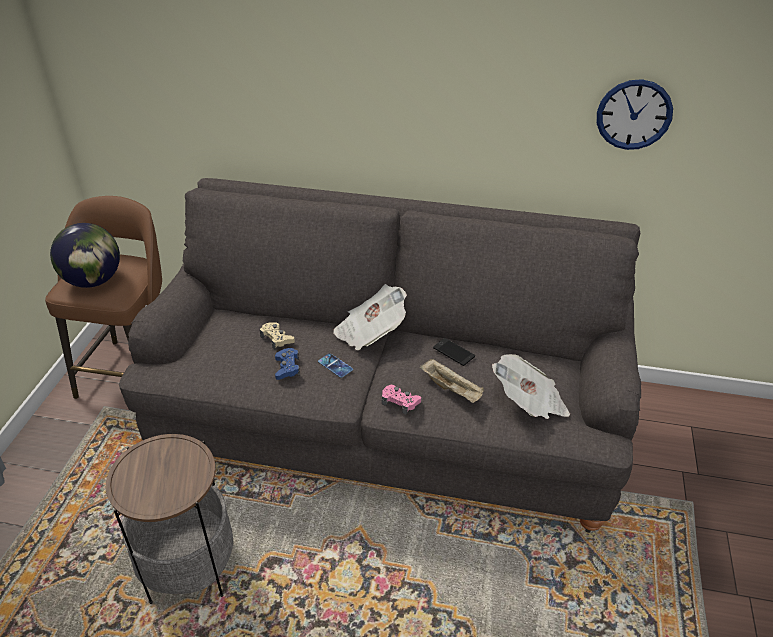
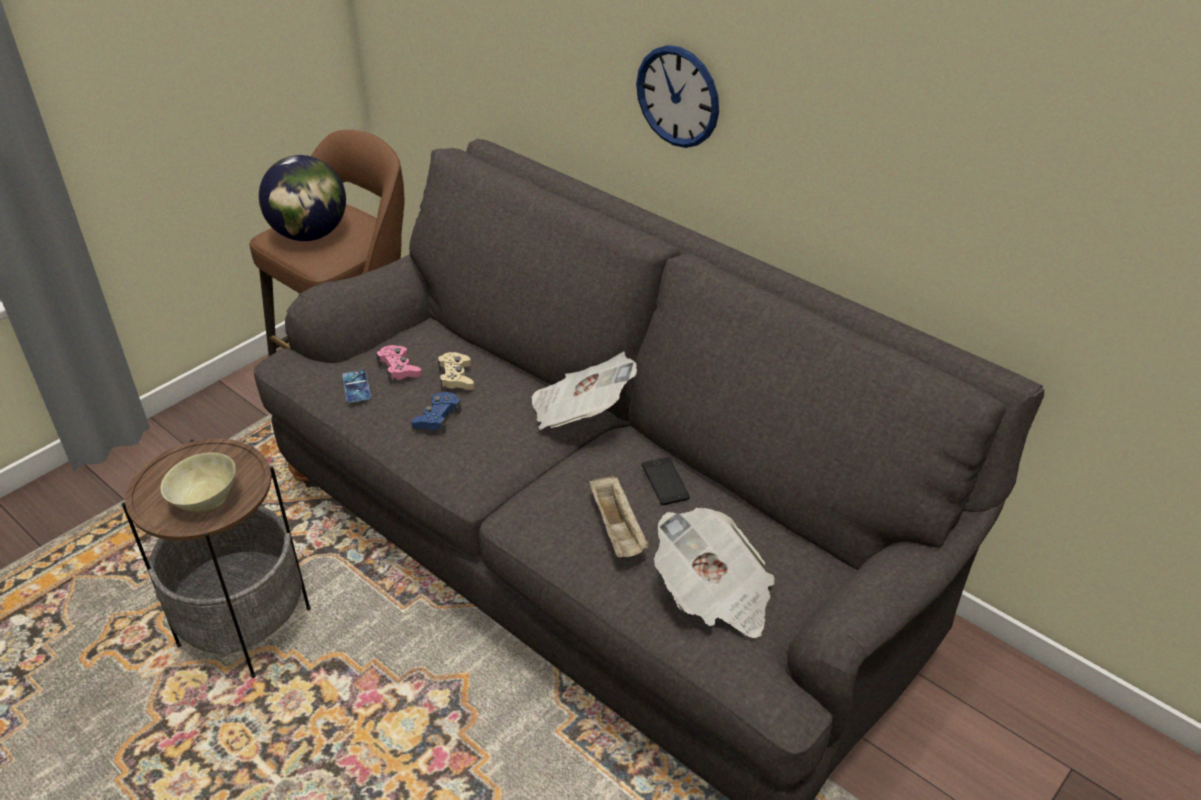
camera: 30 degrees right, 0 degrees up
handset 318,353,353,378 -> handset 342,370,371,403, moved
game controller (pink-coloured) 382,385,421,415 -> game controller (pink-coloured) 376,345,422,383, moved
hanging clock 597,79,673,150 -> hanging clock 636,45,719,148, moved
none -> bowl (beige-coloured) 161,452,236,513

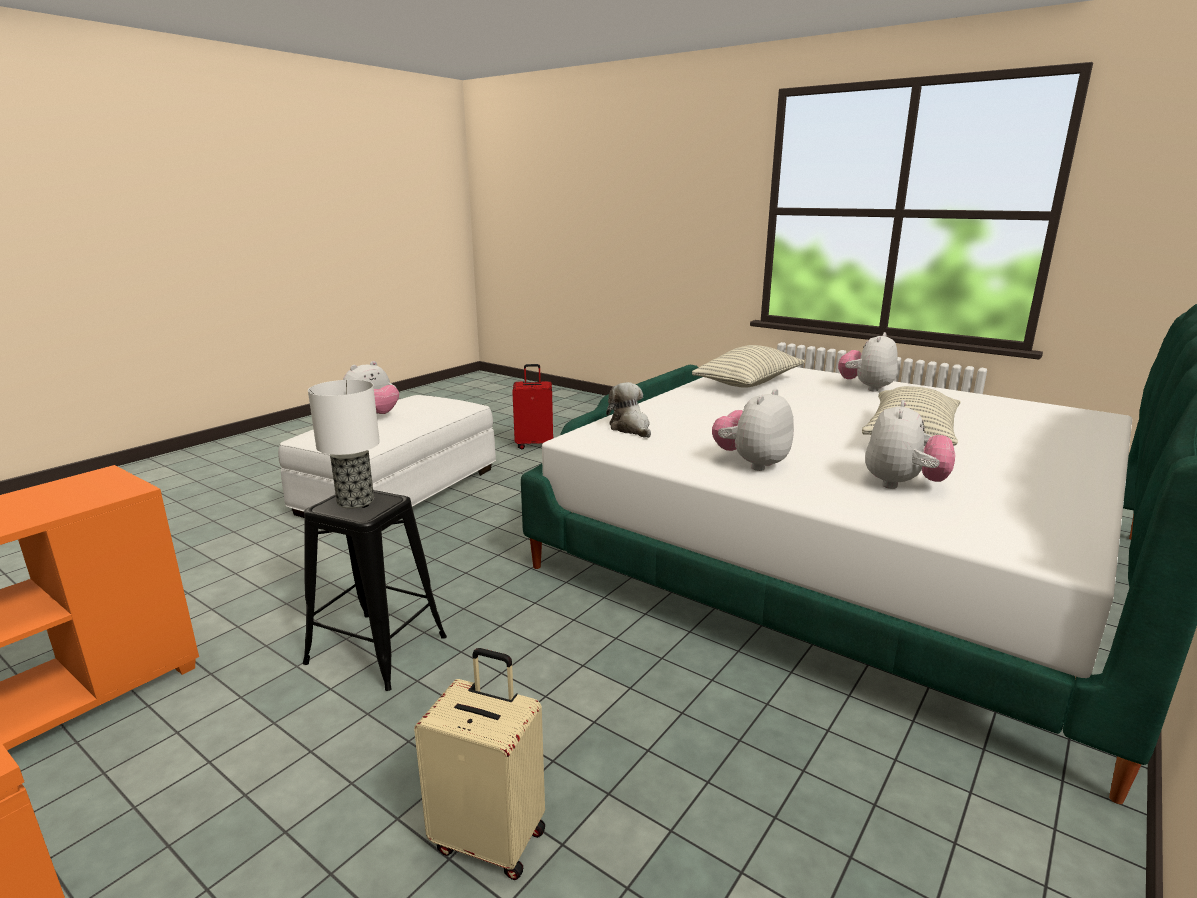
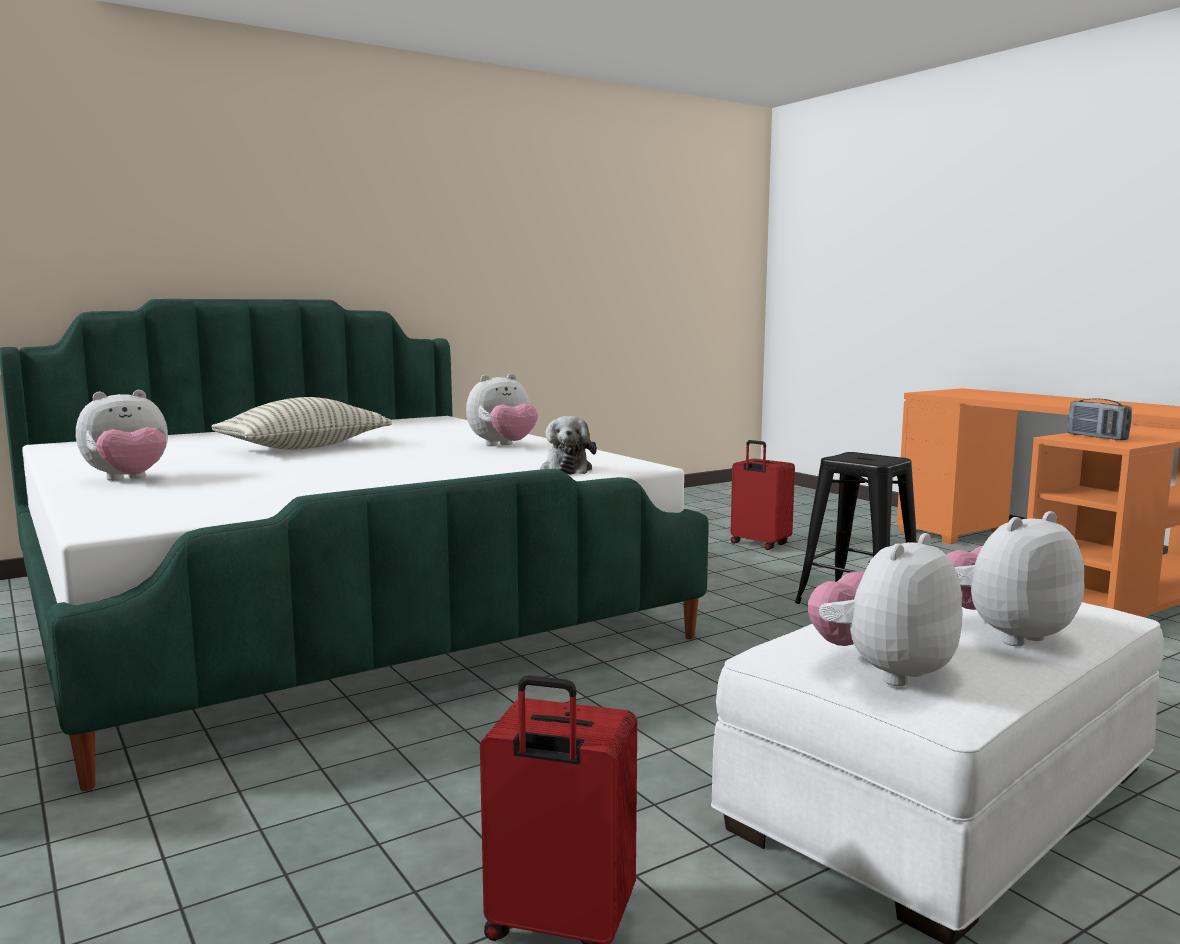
camera: 160 degrees left, 10 degrees down
tabletop lamp 308,380,380,509 -> none
travel case (beige-coloured) 414,648,545,880 -> travel case (red-coloured) 731,440,795,550
cushion 692,345,805,388 -> none
soft toy 865,400,955,489 -> soft toy 808,533,962,686, moved
none -> radio 1068,398,1132,440

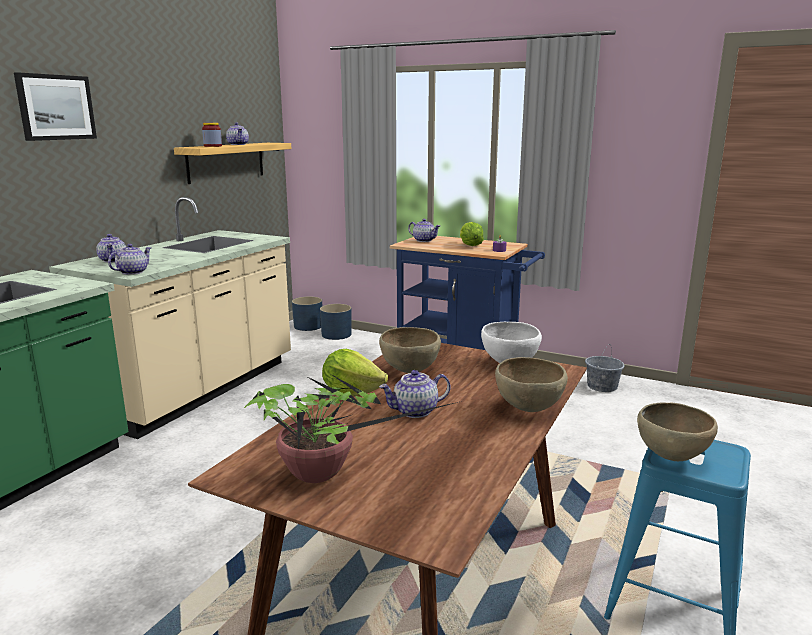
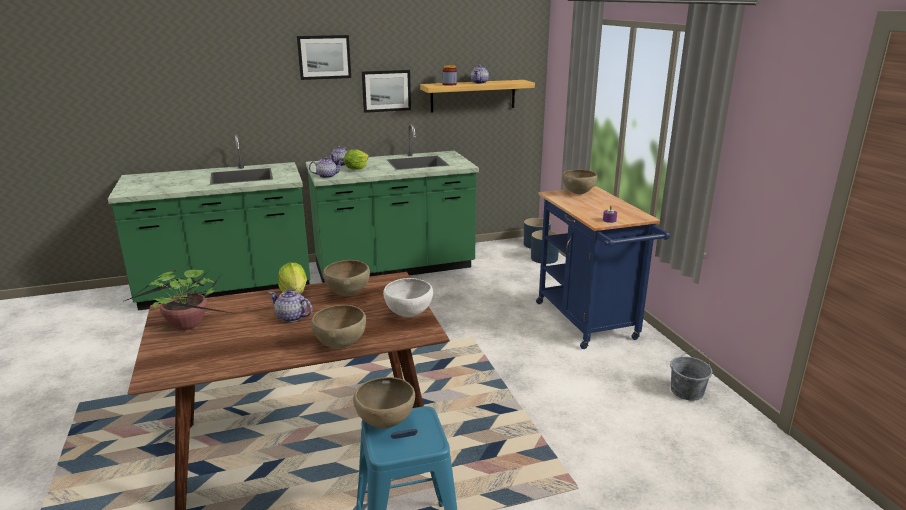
camera: 45 degrees right, 5 degrees up
kitchen counter (beige-coloured) 49,197,291,439 -> kitchen counter (green) 306,124,479,283
teapot 408,219,440,242 -> bowl (brownish) 562,170,597,194
lettuce 460,222,484,246 -> lettuce 344,150,369,170, moved
none -> picture 362,70,411,113

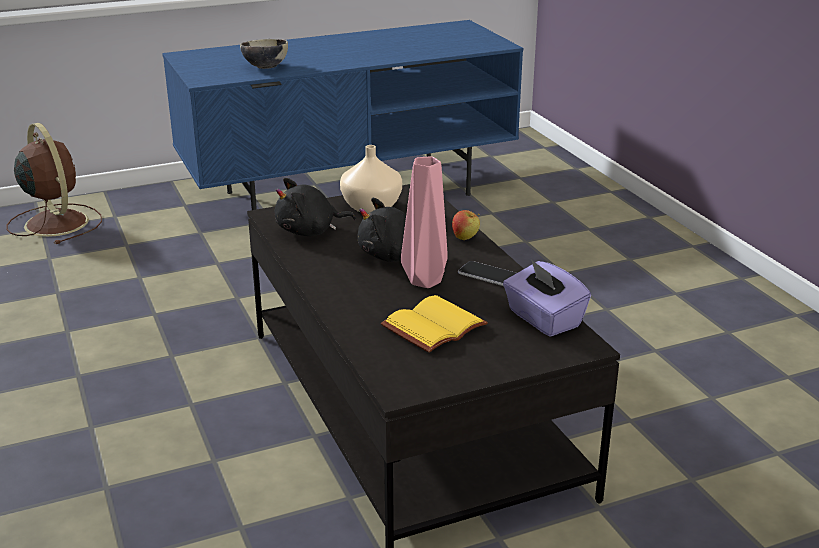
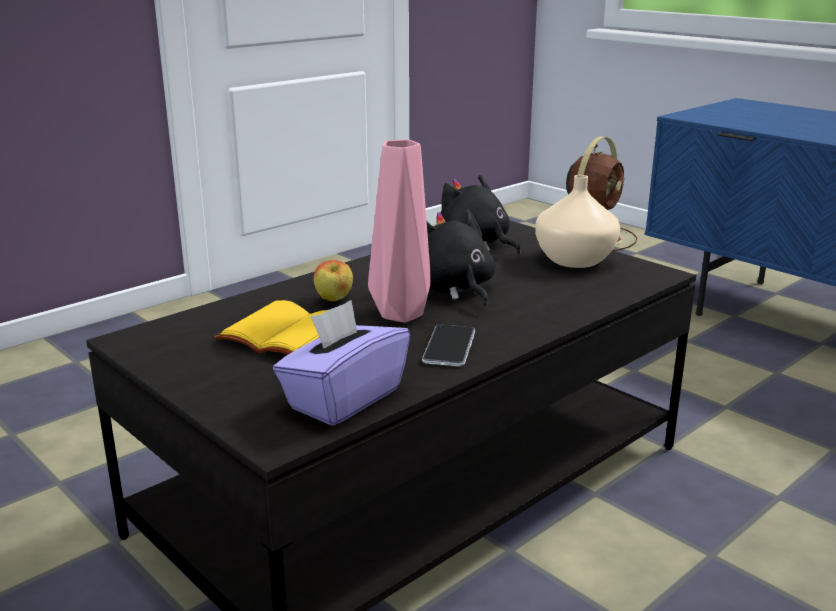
camera: 70 degrees right, 5 degrees down
bowl 240,39,288,69 -> none
whole apple 452,210,480,240 -> whole apple 313,260,353,301, moved

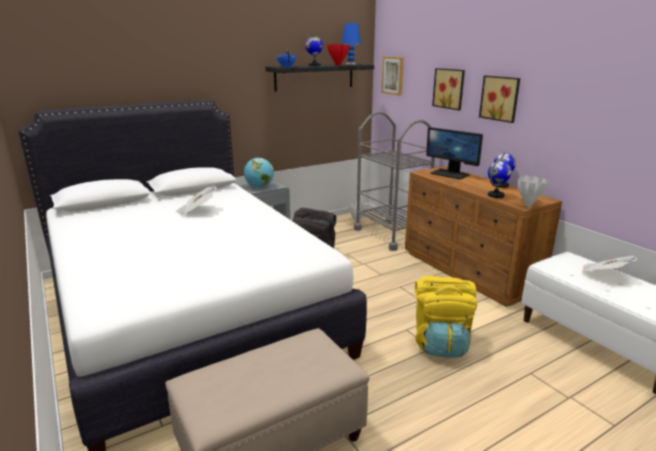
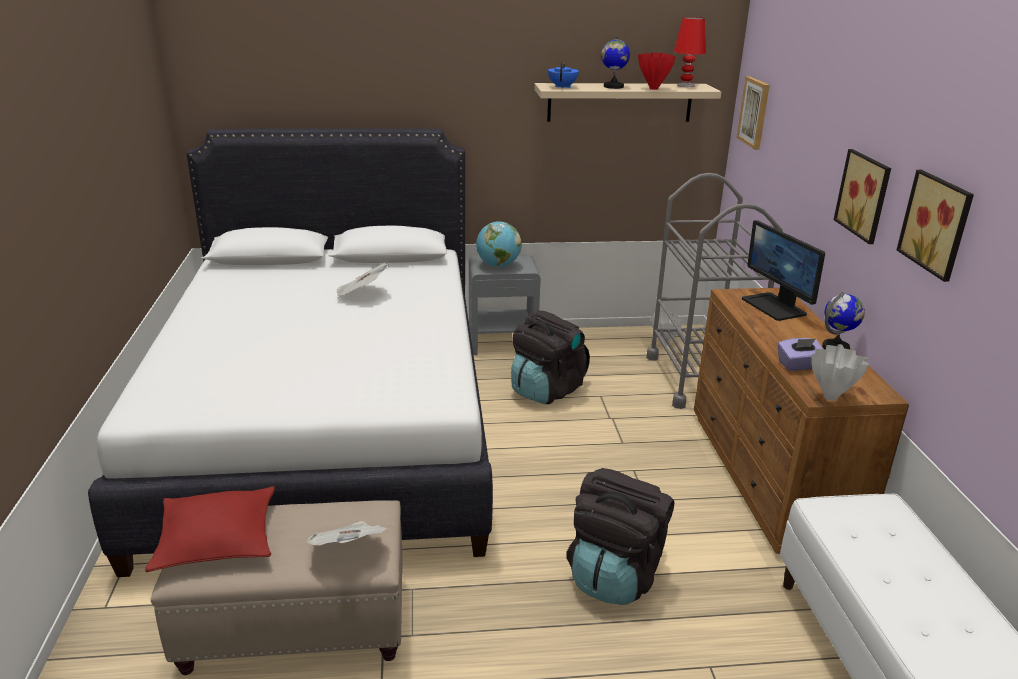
camera: 25 degrees right, 5 degrees up
shelf (black-coloured) 266,64,374,92 -> shelf (beige-coloured) 534,83,721,122
tabletop lamp (blue-coloured) 342,23,361,65 -> tabletop lamp (red-coloured) 674,17,706,87
backpack (yellow) 415,276,477,358 -> backpack (black-coloured) 566,468,674,605
picture 432,68,465,110 -> picture 897,170,974,282, moved
desk globe 488,160,512,198 -> tissue holder (purple-coloured) 778,338,823,371
printed paper 582,256,637,272 -> printed paper 306,521,388,545, moved
none -> cushion (red-coloured) 145,486,275,572

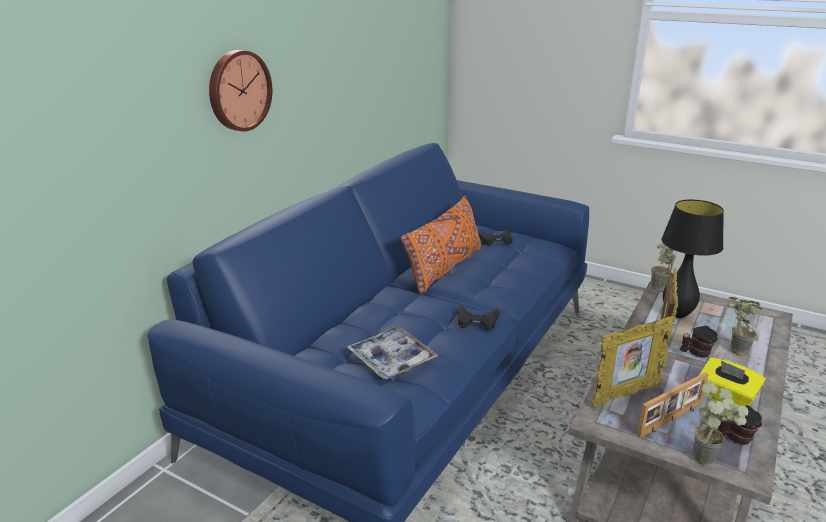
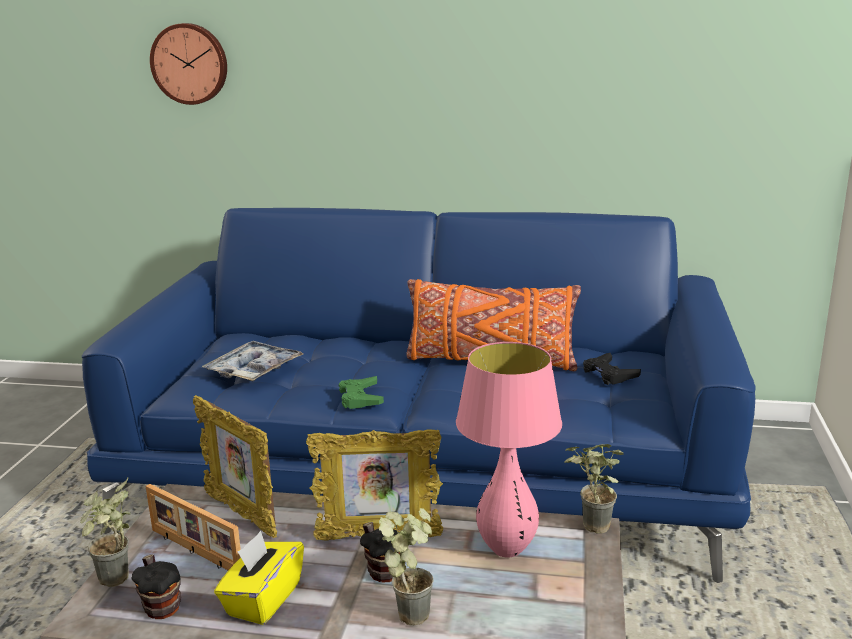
camera: 70 degrees right, 5 degrees down
hanging clock 209,50,272,131 -> hanging clock 150,23,227,105, moved
game controller (black-coloured) 457,306,500,331 -> game controller (green) 339,376,384,409
tabletop lamp (black-coloured) 661,199,724,318 -> tabletop lamp (pink-coloured) 456,342,562,557

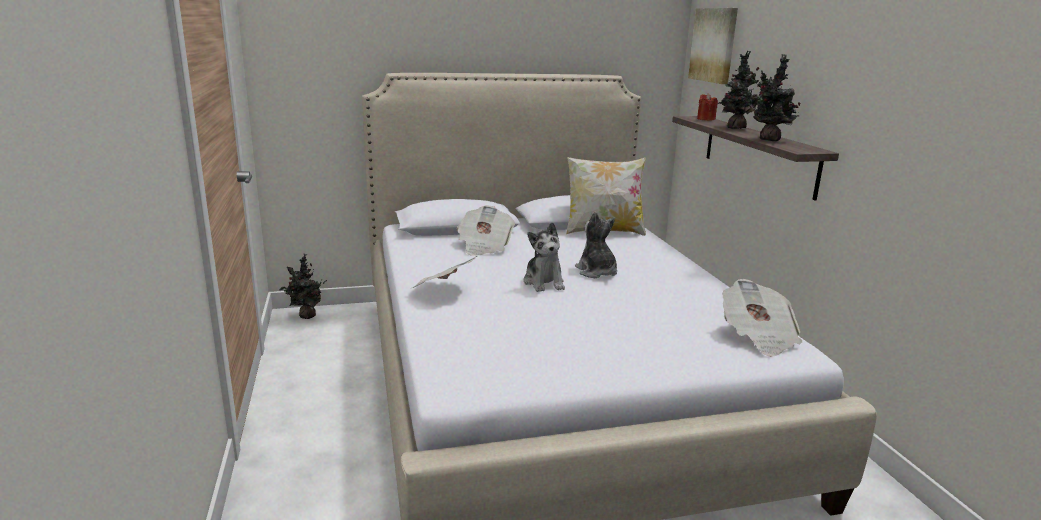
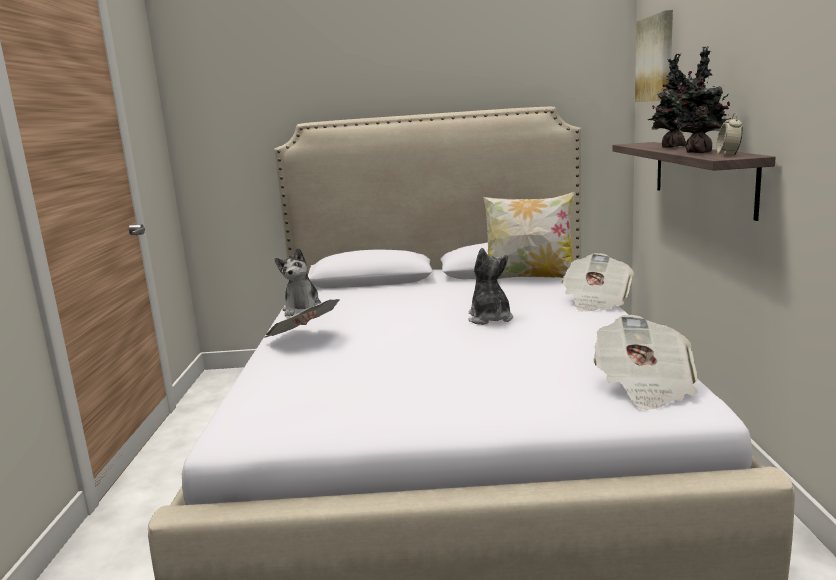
camera: 15 degrees right, 5 degrees down
potted plant 279,254,327,319 -> none
printed paper 457,205,515,256 -> printed paper 562,253,634,311, moved
soft toy 524,222,565,292 -> soft toy 275,248,321,316, moved
candle (red-coloured) 697,93,718,121 -> none
none -> alarm clock 716,113,743,156

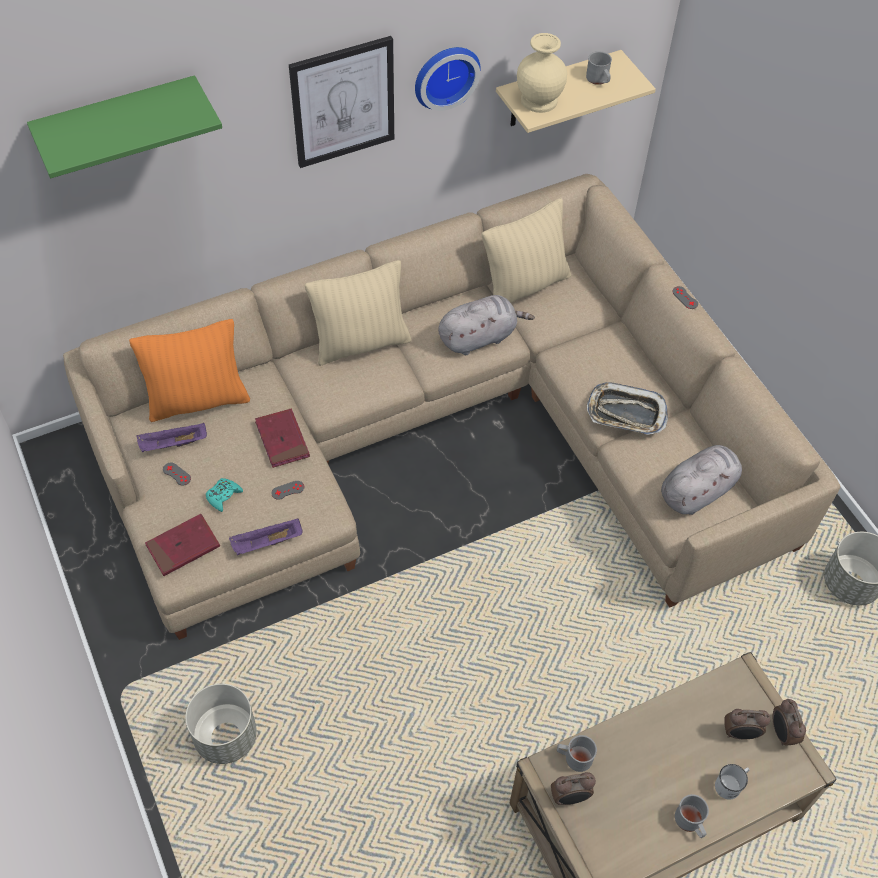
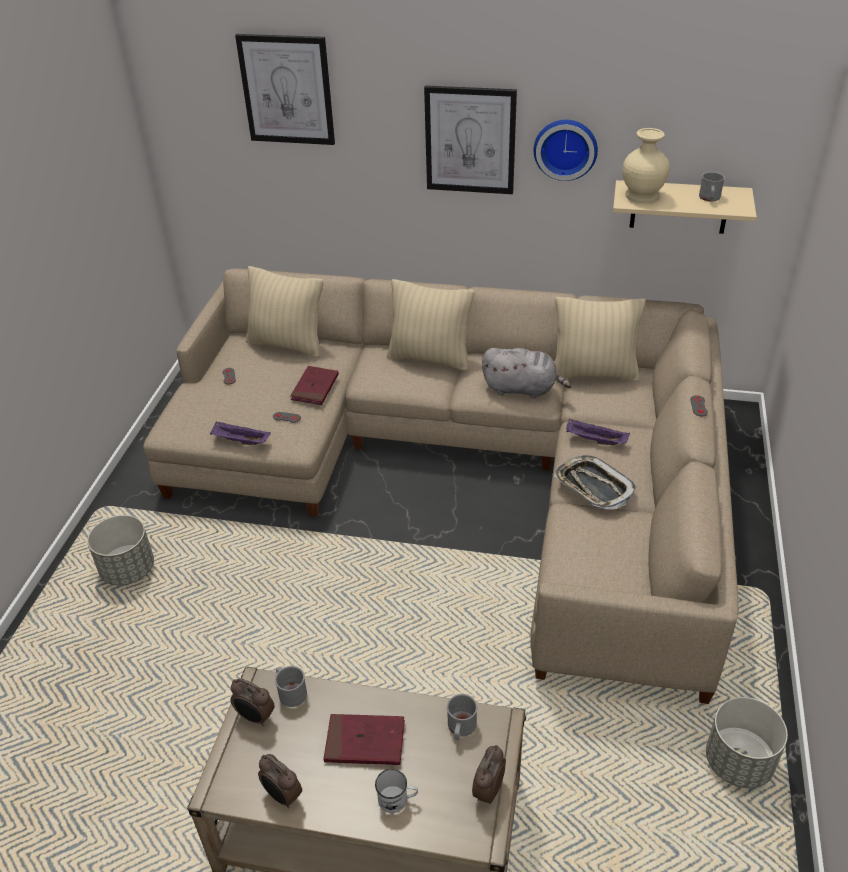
camera: 40 degrees right, 15 degrees down
shelf (green) 27,75,222,178 -> picture 235,34,335,145
cushion (orangey) 129,319,250,422 -> cushion (beige-coloured) 246,266,323,358
serving tray (purple-coloured) 137,423,207,452 -> serving tray (purple-coloured) 566,419,630,445, moved
volume (red-coloured) 145,514,220,576 -> volume (red-coloured) 323,714,405,765, moved
game controller (turquoise-coloured) 206,478,243,512 -> none
soft toy (greyish) 661,445,742,515 -> none
coffee mug (greyish) 675,794,709,838 -> coffee mug (greyish) 447,694,477,740, moved
alarm clock 725,709,770,739 -> alarm clock 258,754,302,808, moved

